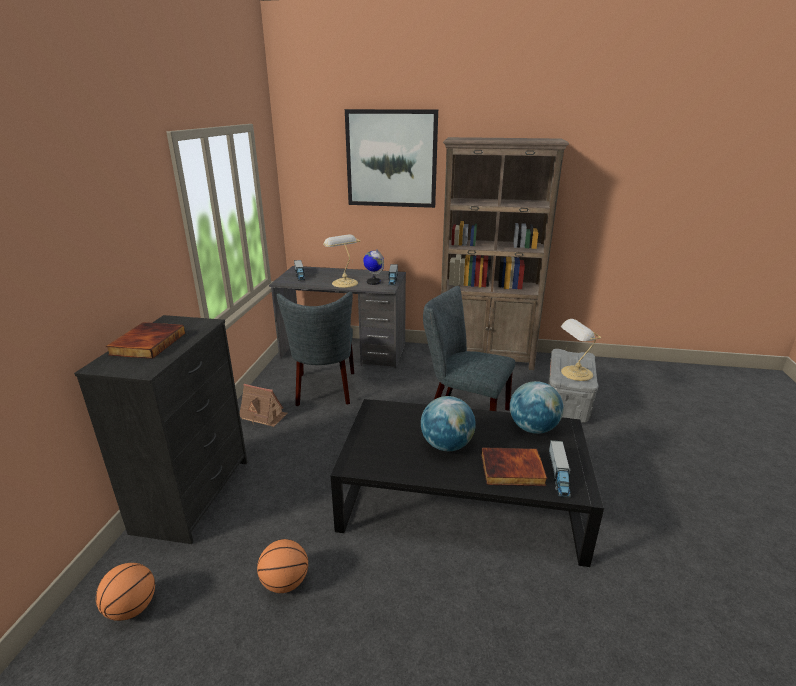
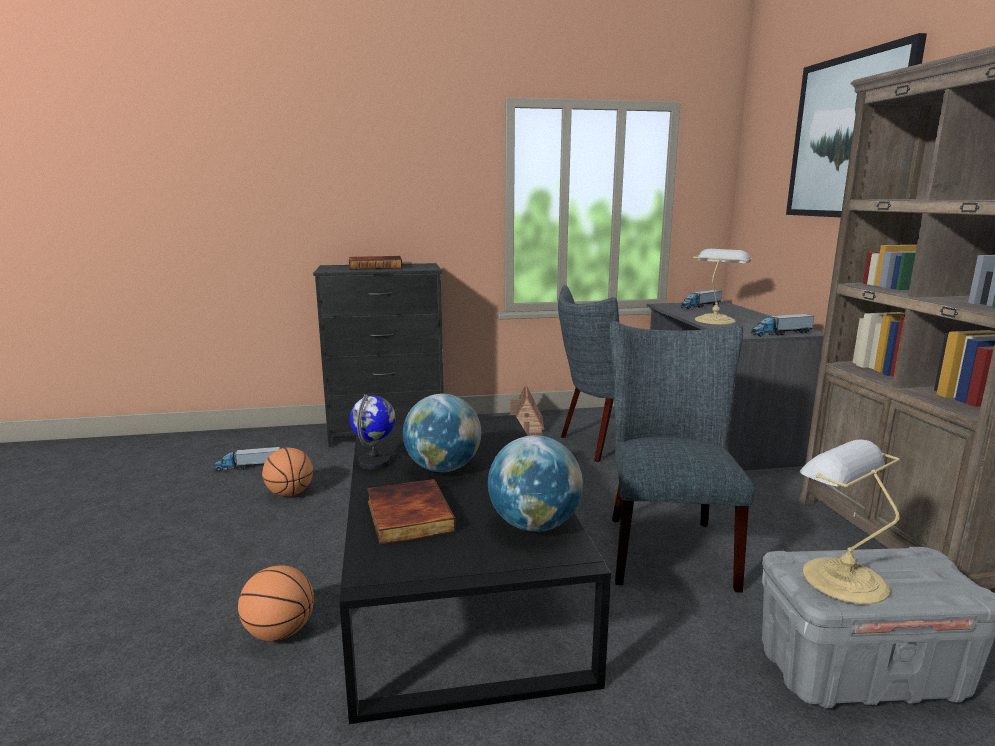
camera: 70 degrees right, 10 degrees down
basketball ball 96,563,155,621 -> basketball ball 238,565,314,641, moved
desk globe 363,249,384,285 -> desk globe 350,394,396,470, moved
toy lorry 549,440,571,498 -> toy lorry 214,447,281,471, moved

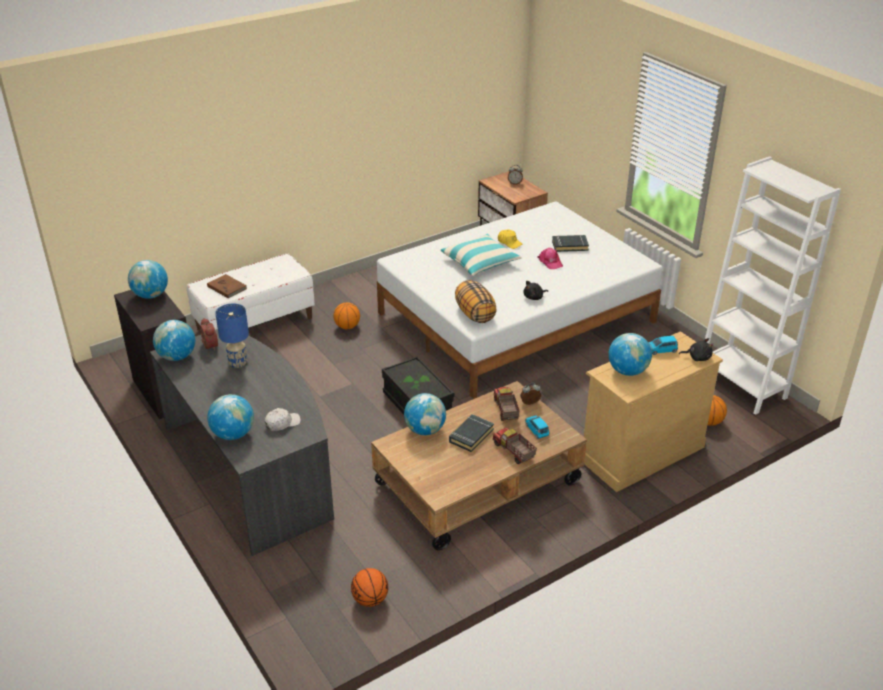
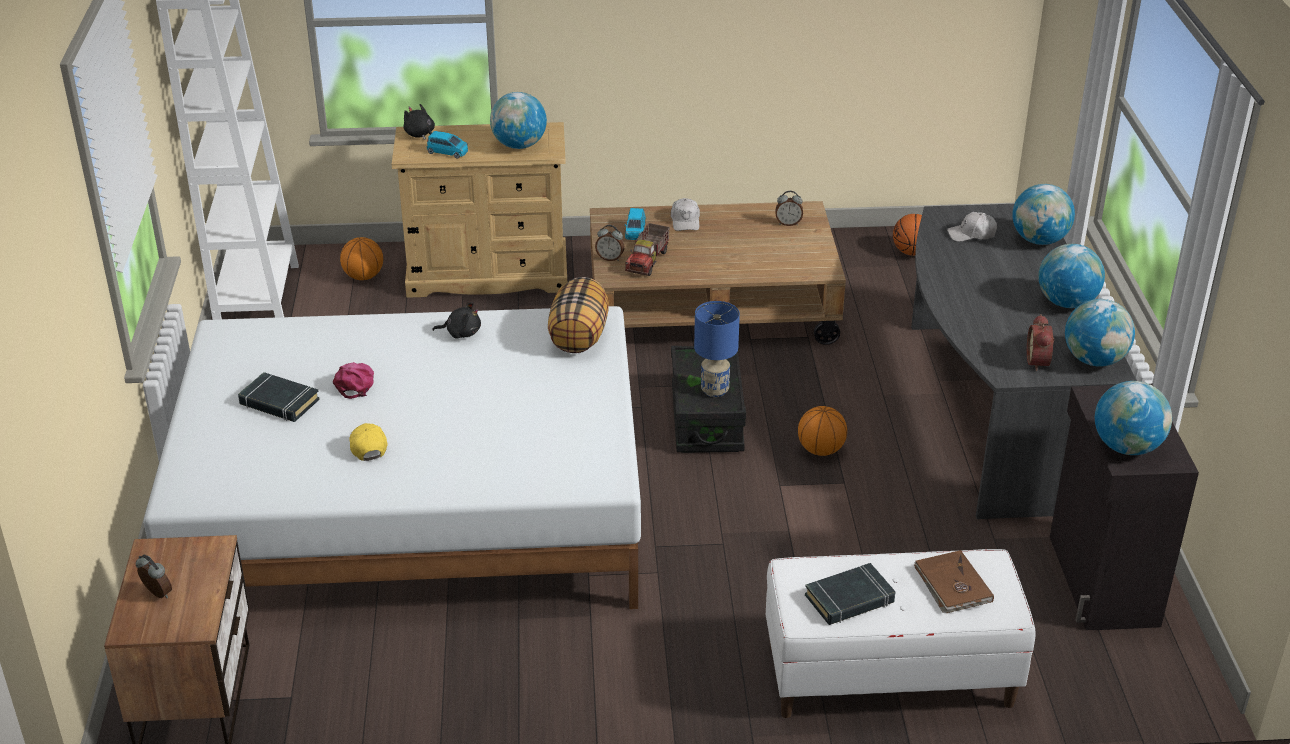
camera: 150 degrees left, 0 degrees up
tabletop lamp (blue-coloured) 215,303,249,368 -> tabletop lamp (blue-coloured) 694,301,740,397, moved
basketball ball 333,302,360,329 -> basketball ball 798,406,847,456, moved
desk globe 404,393,446,435 -> desk globe 1038,244,1105,308, moved
cushion 441,234,522,276 -> none
volume (black-coloured) 449,414,494,452 -> volume (black-coloured) 805,563,895,625, moved
toy lorry 493,427,537,464 -> peaked cap (whitish) 671,198,700,231
none -> alarm clock 775,191,803,226

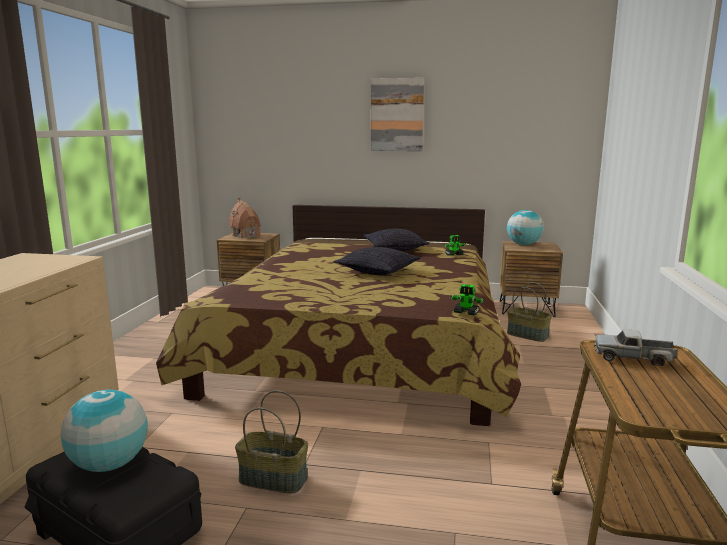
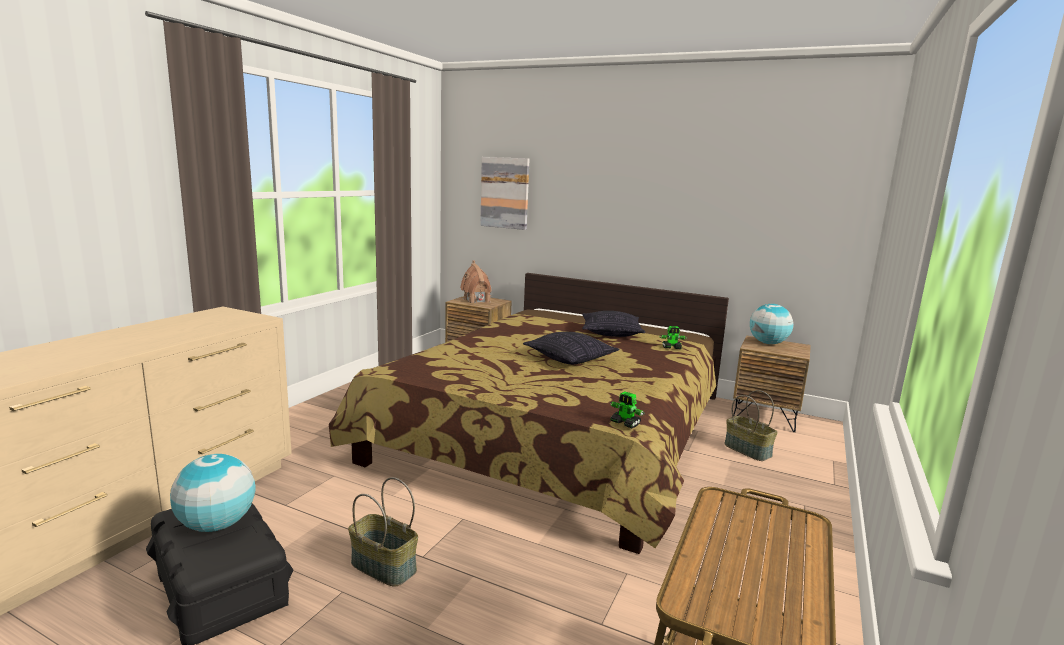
camera: 15 degrees right, 0 degrees up
picture 371,78,424,151 -> picture 480,157,530,230, moved
toy lorry 594,329,678,366 -> none

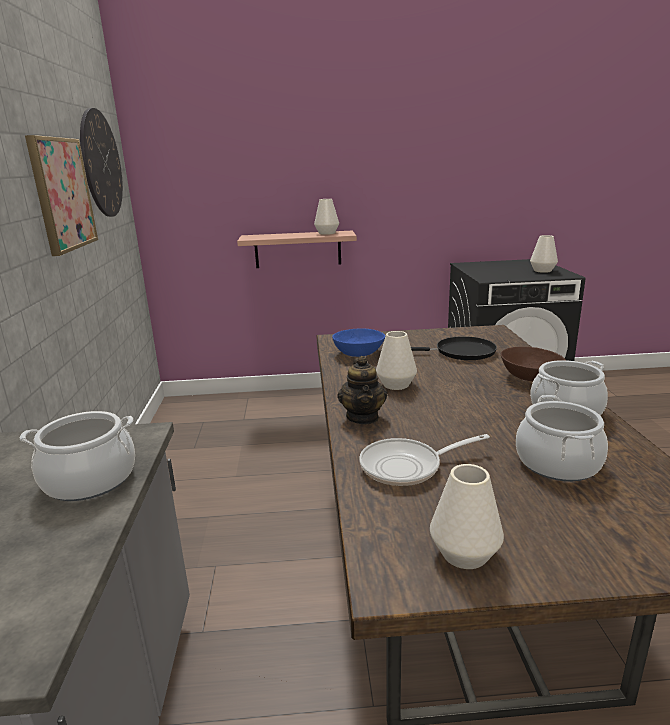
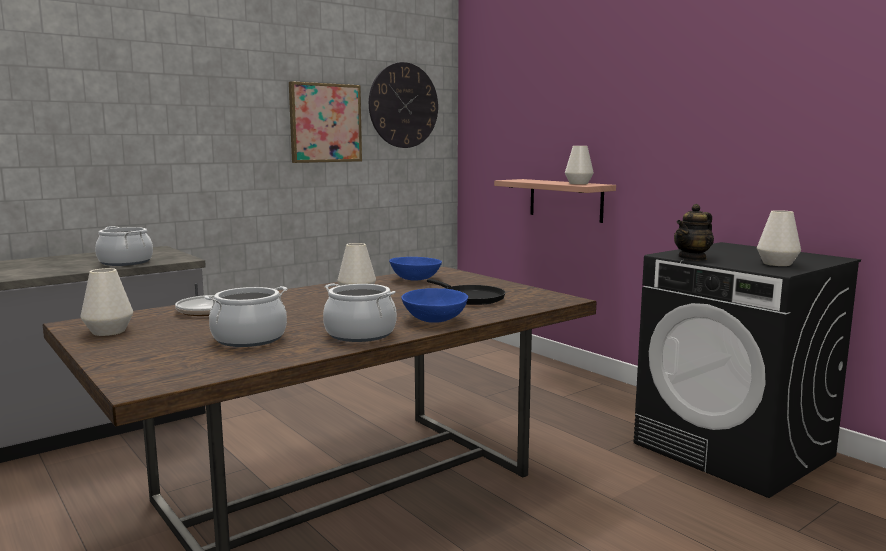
camera: 55 degrees right, 10 degrees down
teapot 337,356,387,424 -> teapot 674,204,714,261, moved
bowl (brownish) 501,347,566,381 -> bowl (blue-coloured) 401,288,468,323

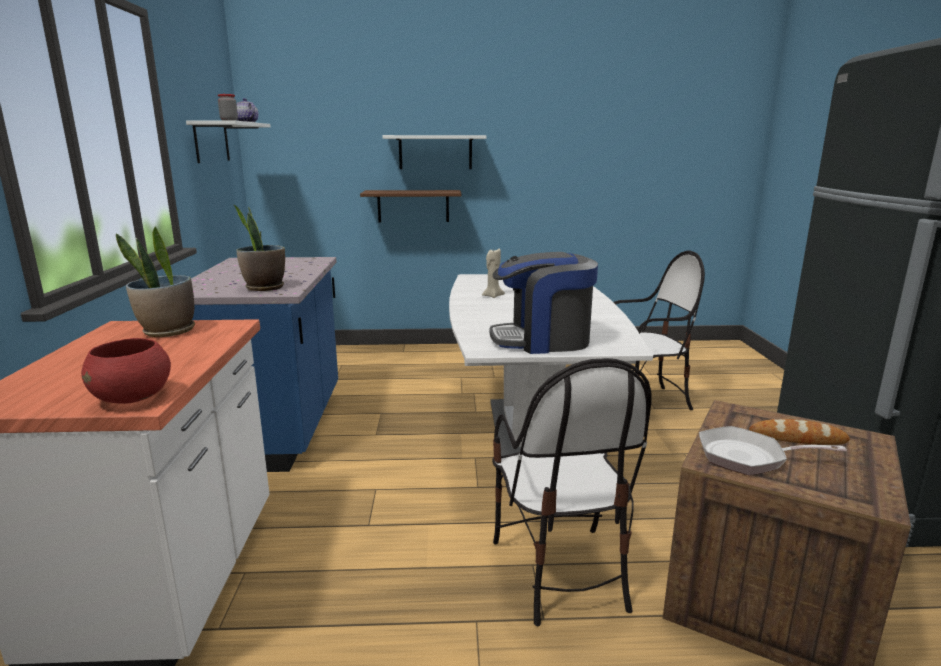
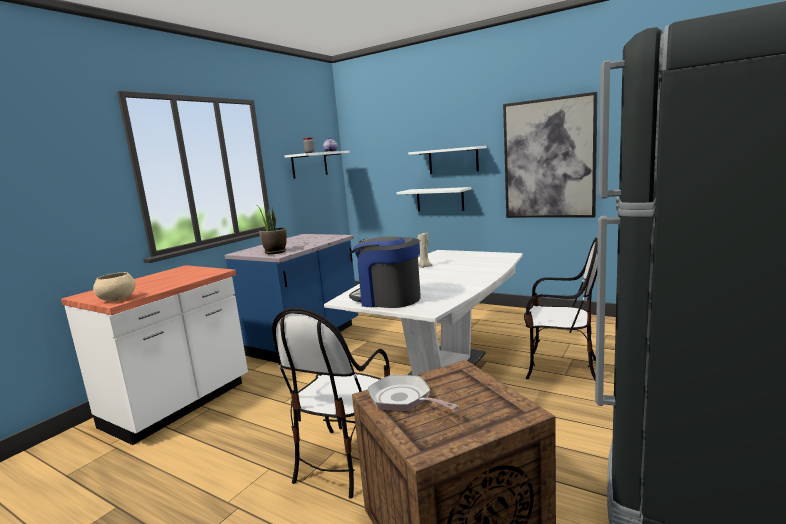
camera: 35 degrees right, 5 degrees down
bowl (red-coloured) 81,338,171,404 -> bowl (beige-coloured) 93,272,135,302
potted plant 116,227,195,337 -> none
shelf (brownish) 360,190,461,222 -> shelf (whitish) 397,187,471,211
bakery bread 749,419,850,445 -> none
none -> picture 503,92,598,218

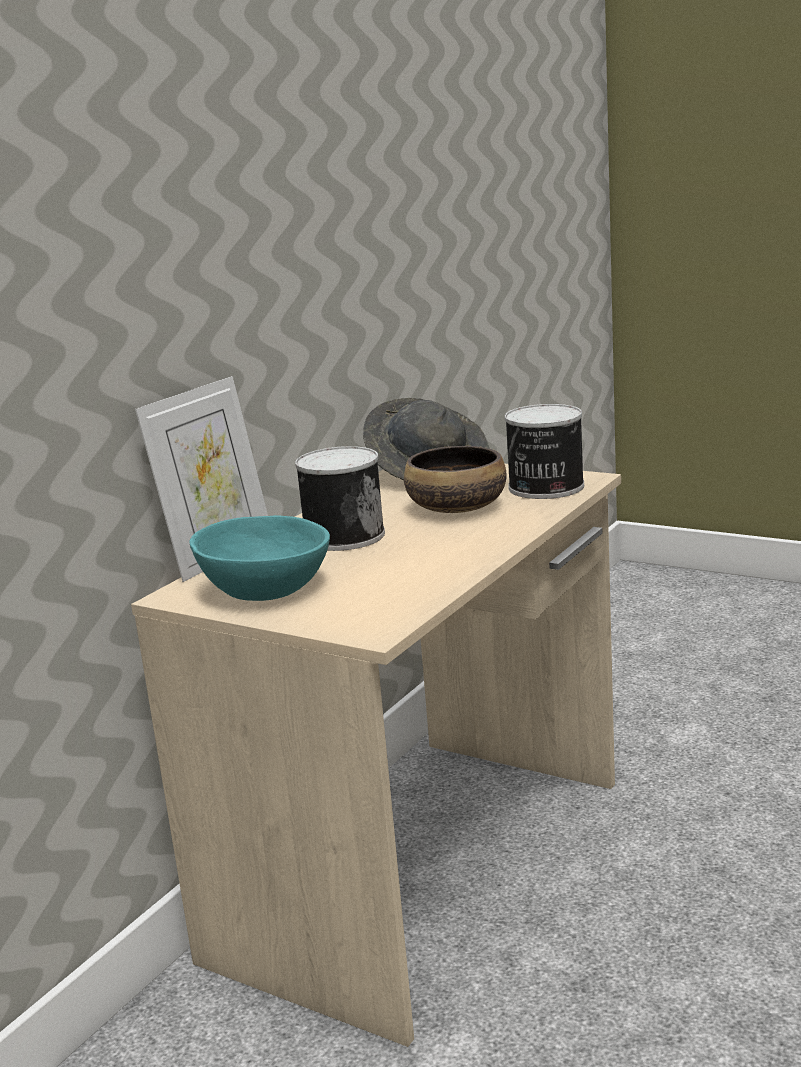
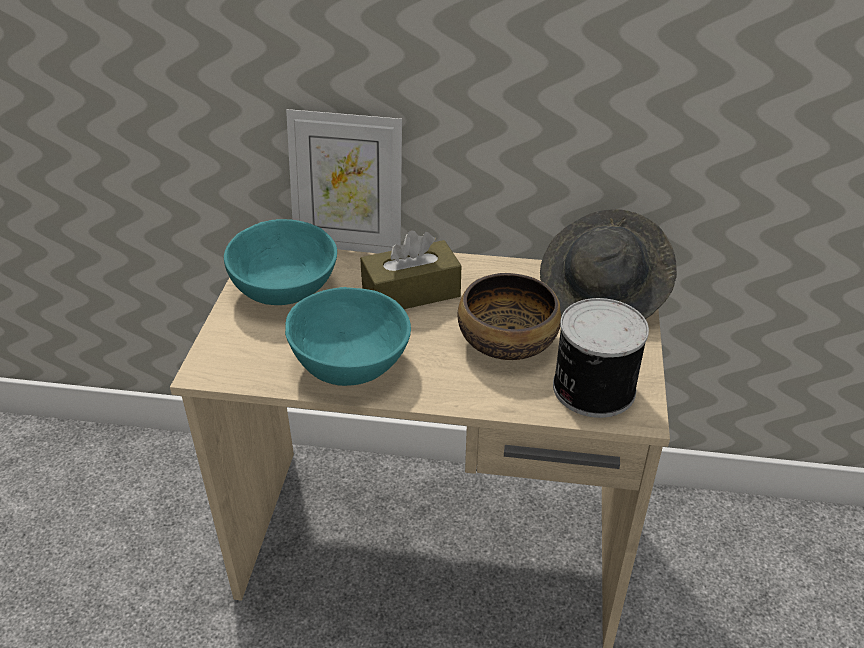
camera: 65 degrees right, 20 degrees up
can 295,446,385,551 -> tissue holder (brownish) 360,230,461,309
none -> bowl (turquoise-coloured) 285,287,411,386

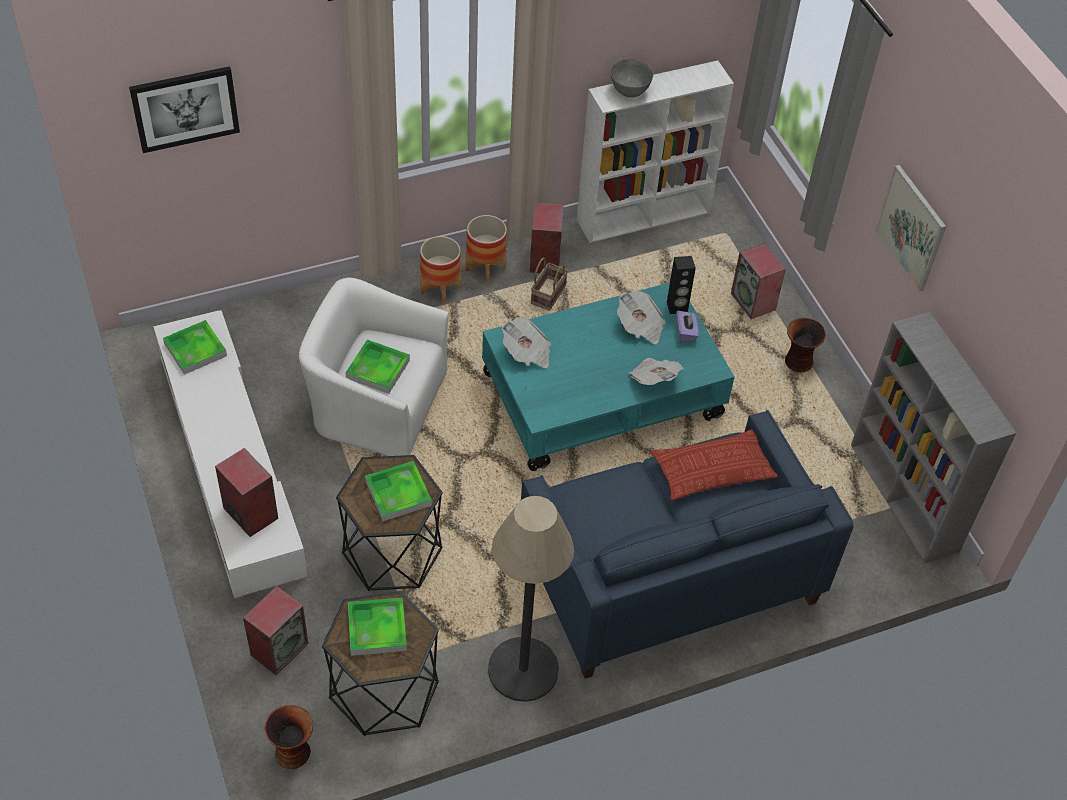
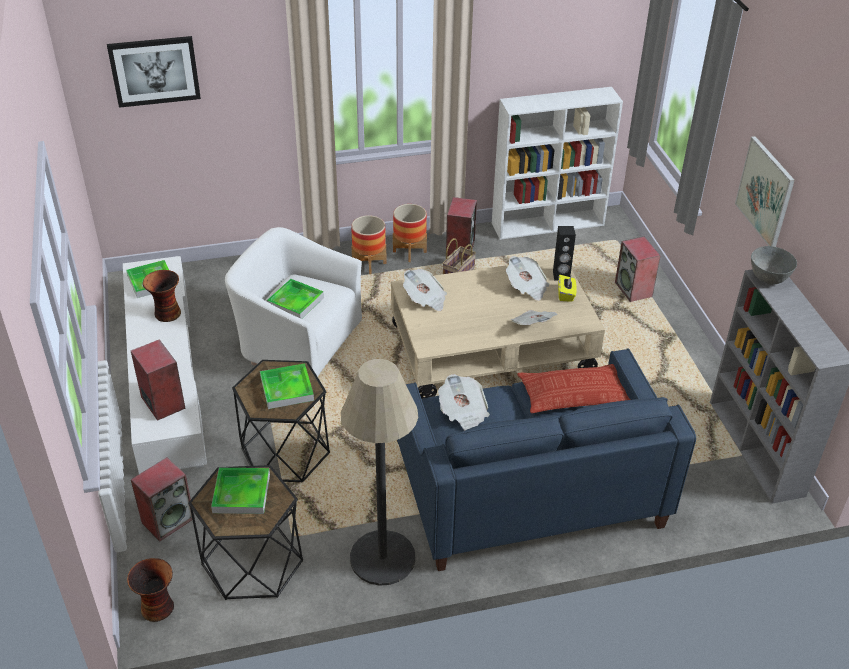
camera: 10 degrees right, 10 degrees down
low table (turquoise-coloured) 482,283,735,471 -> low table (beige-coloured) 391,259,605,399
bowl (greyish) 610,59,653,98 -> bowl (greyish) 751,246,797,285, moved
tissue holder (purple-coloured) 676,311,699,342 -> tissue holder (yellow) 558,275,577,302
decorative vase 785,318,826,372 -> decorative vase 143,270,181,322, moved
none -> printed paper 438,374,490,430

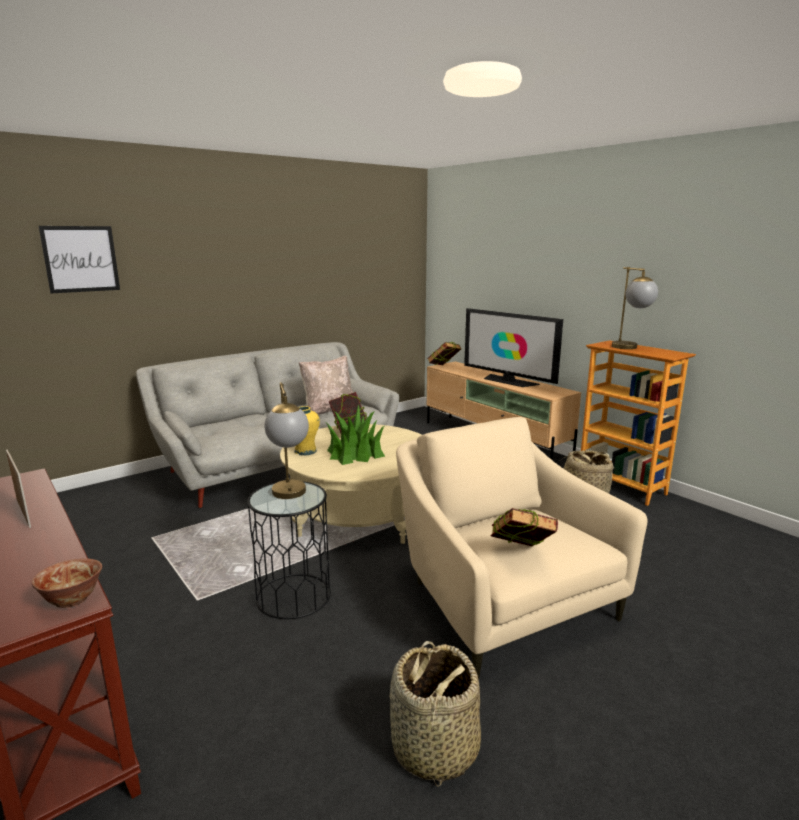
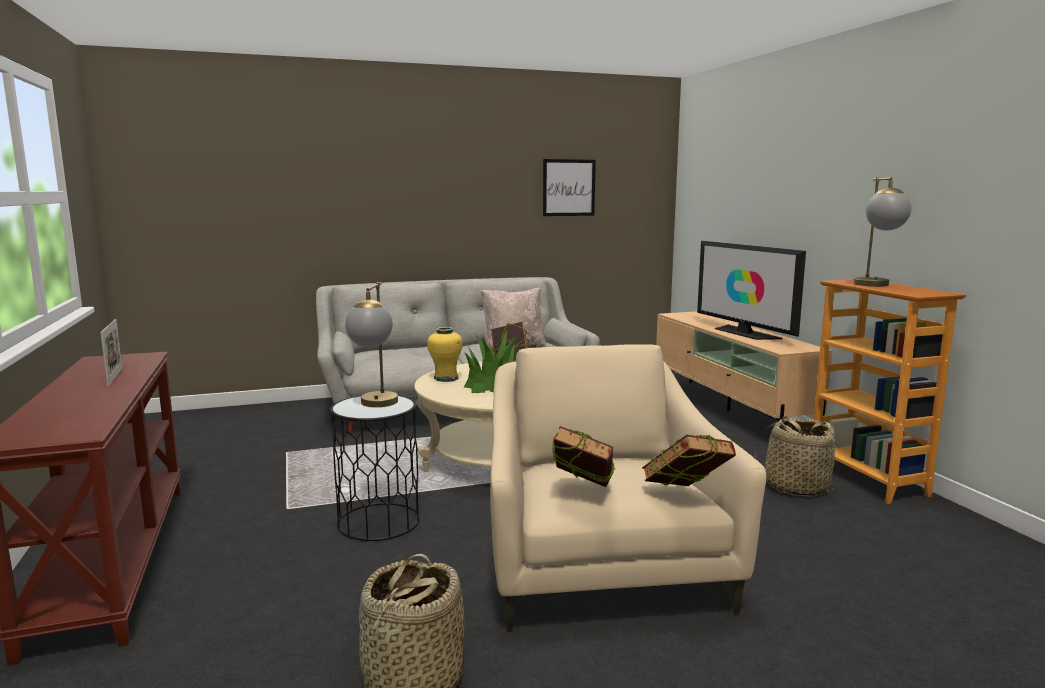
camera: 20 degrees right, 5 degrees down
bowl 32,558,102,608 -> none
picture 39,226,120,293 -> picture 543,159,596,216, moved
volume 427,342,461,365 -> volume 642,435,736,486, moved

